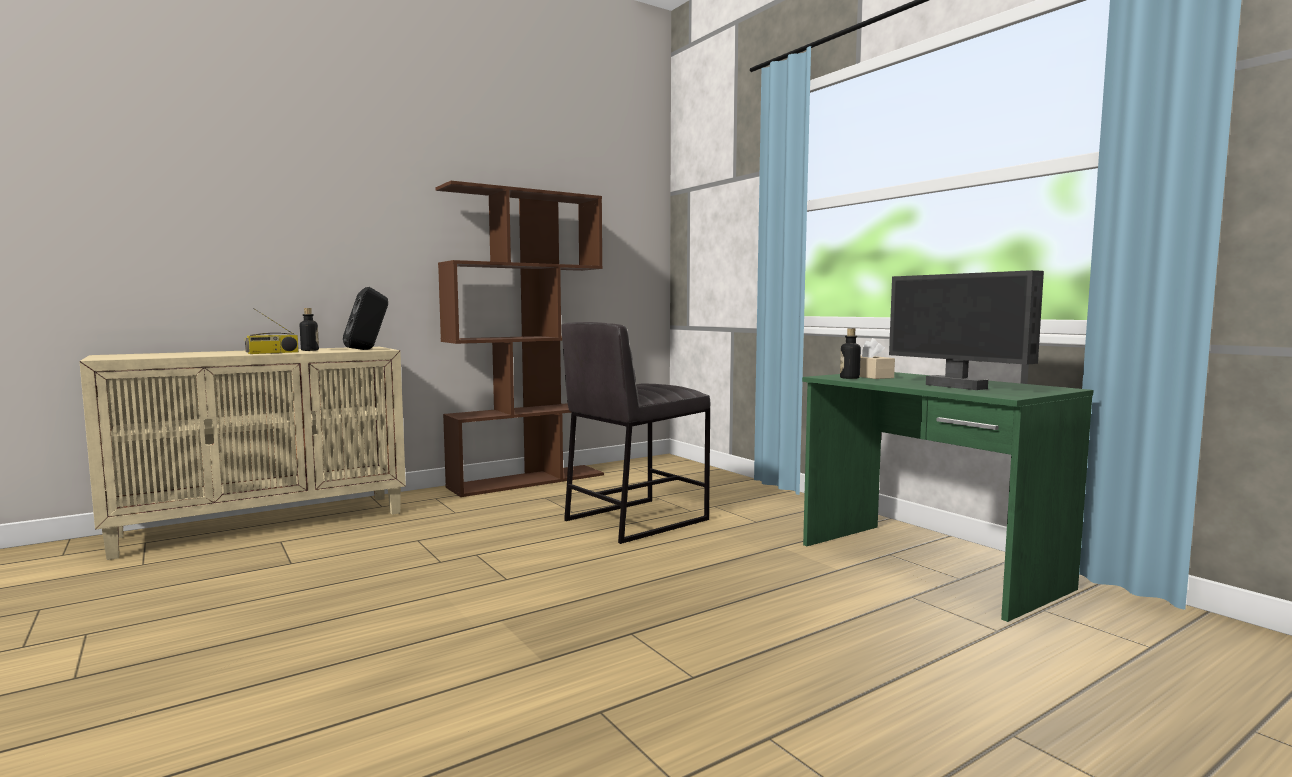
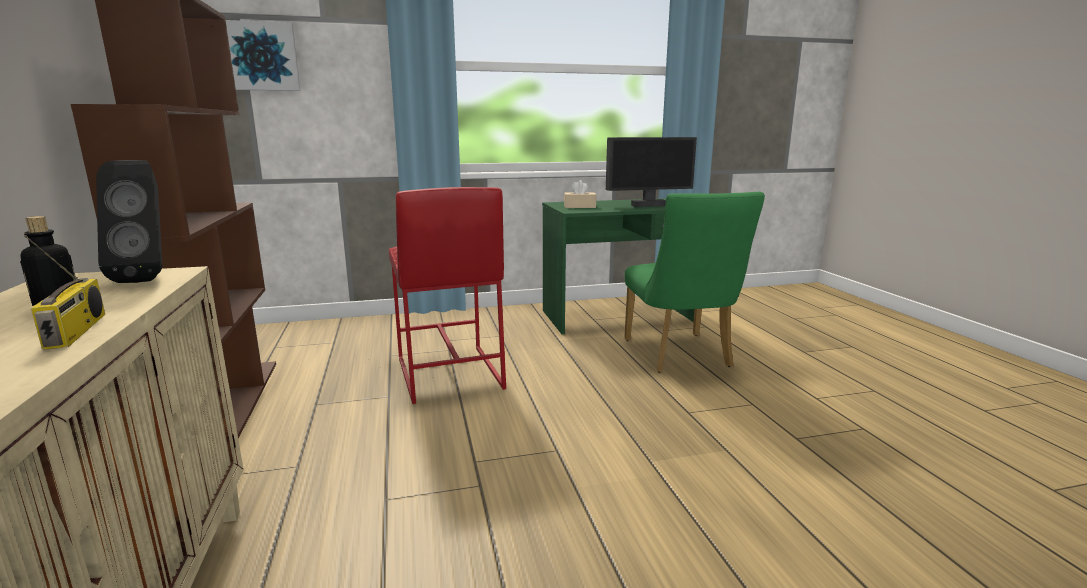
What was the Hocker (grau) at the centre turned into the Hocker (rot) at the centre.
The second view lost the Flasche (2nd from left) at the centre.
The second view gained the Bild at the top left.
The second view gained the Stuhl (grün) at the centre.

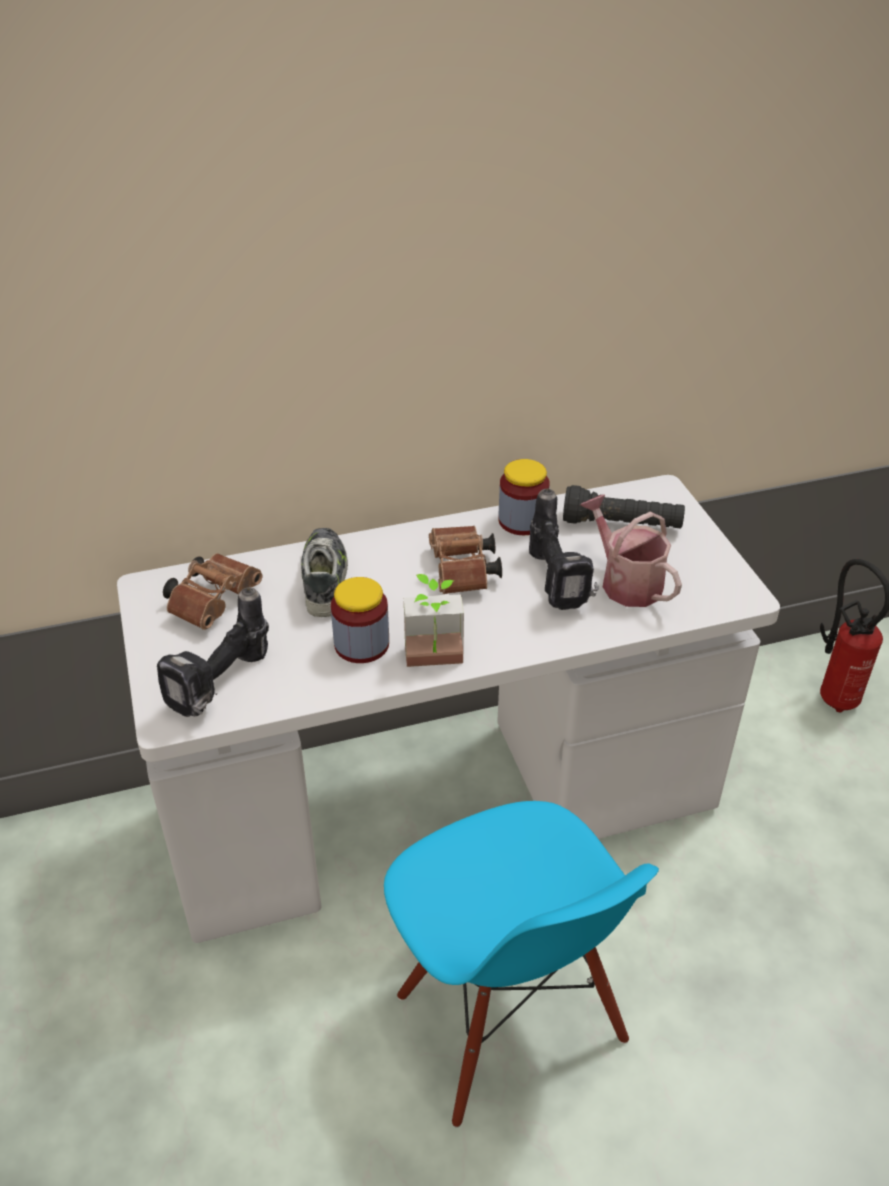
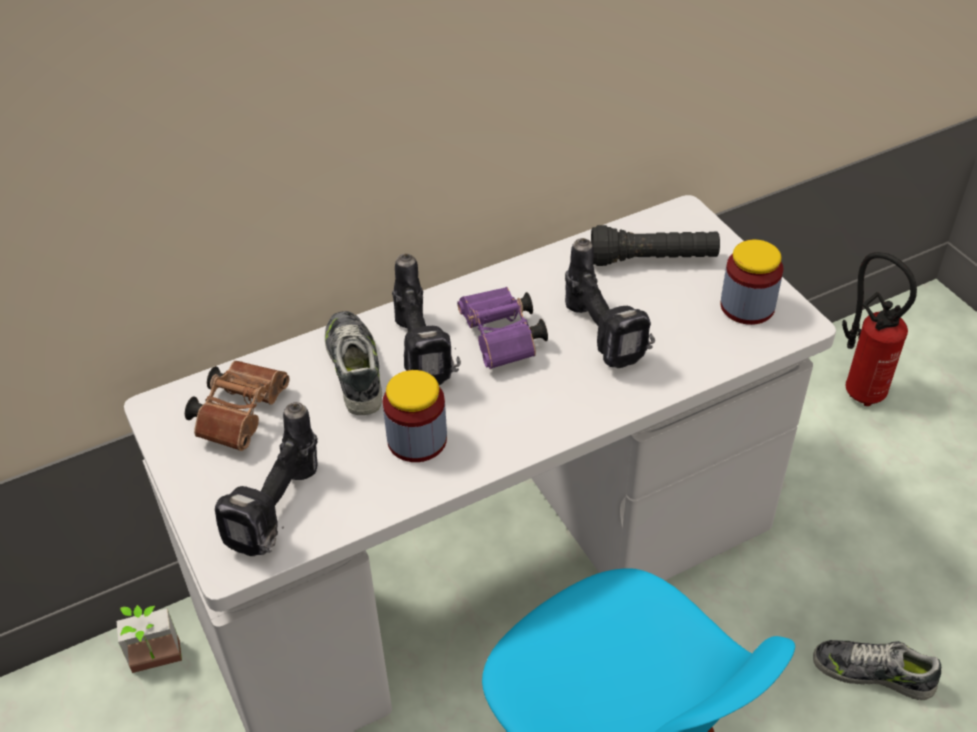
The Topfpflanze ended up elsewhere, having gone from the centre to the bottom left.
What was the Fernglas (braun) (2nd from left) at the centre turned into the Fernglas (lila) at the centre.
The Vorratsglas (2nd from left) ended up elsewhere, having gone from the centre to the middle right.
The second view lost the Gießkanne at the middle right.
The second view gained the Bohrmaschine (2nd from left) at the centre.
The second view gained the Schuh (2nd from left) at the bottom right.

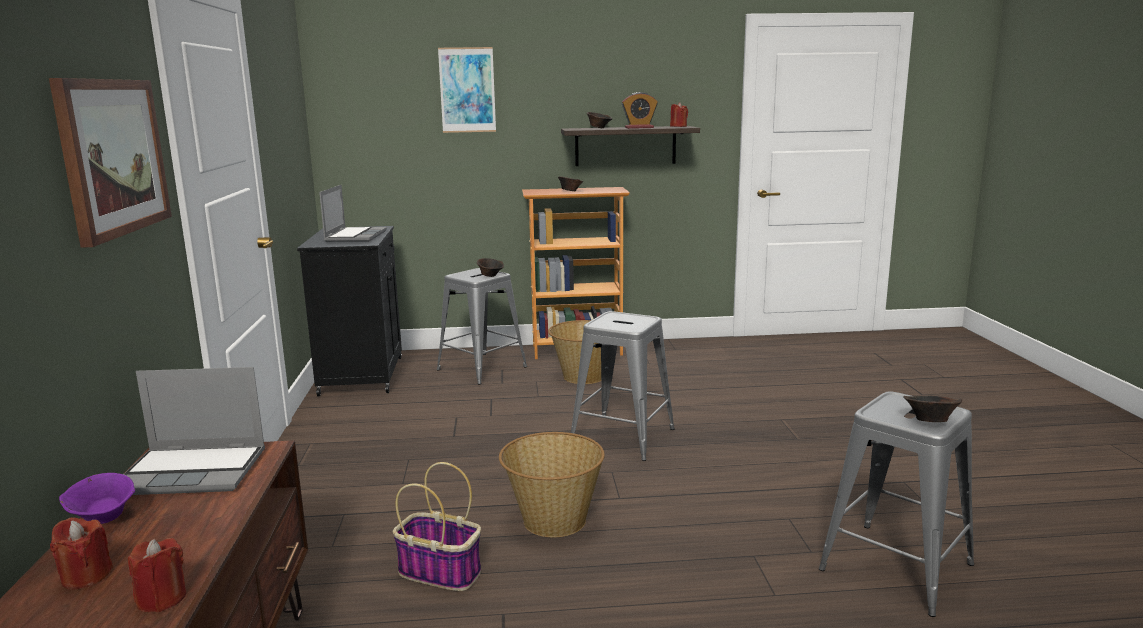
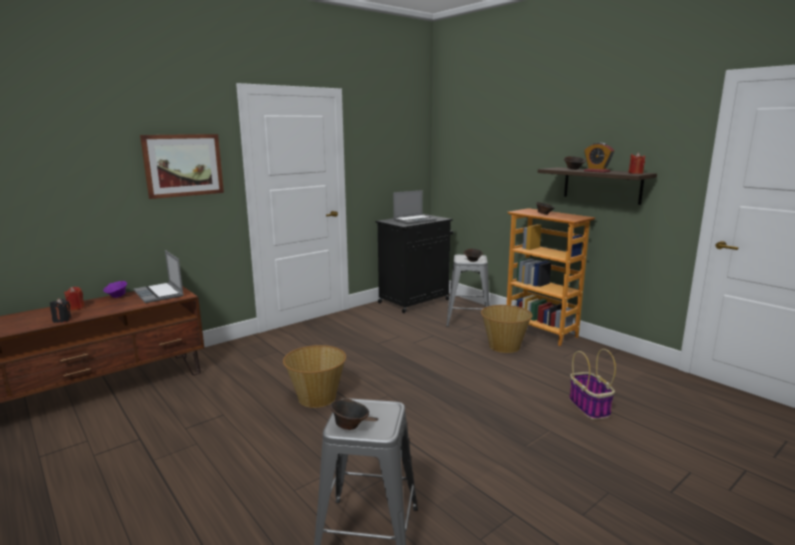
What was the Kerze (rot) (2nd from left) at the bottom left turned into the Kerze (schwarz) at the middle left.
The Korb (1st from left in the first image) ended up elsewhere, having gone from the bottom centre to the bottom right.
The second view lost the Bild (2nd from left) at the top centre.
The second view lost the Hocker (grau) (2nd from left) at the centre.

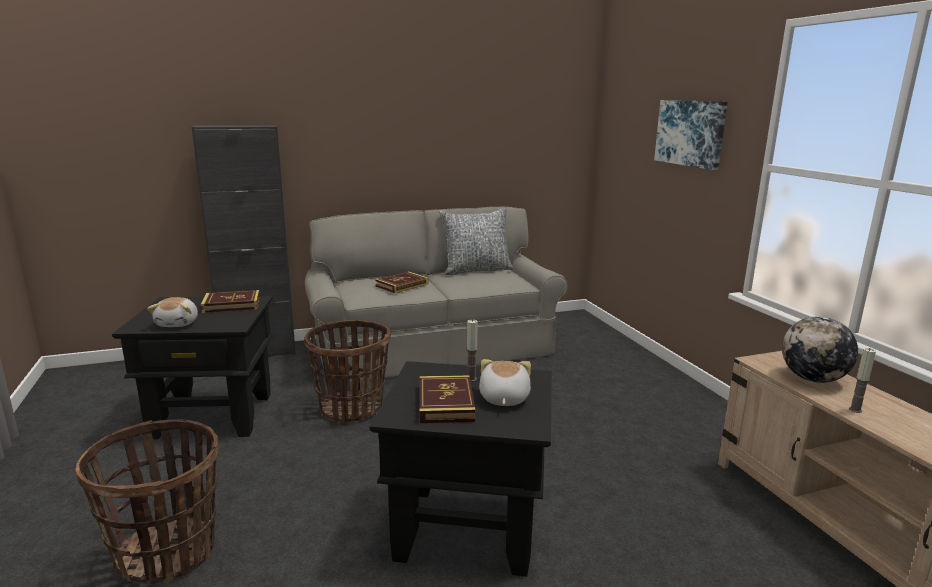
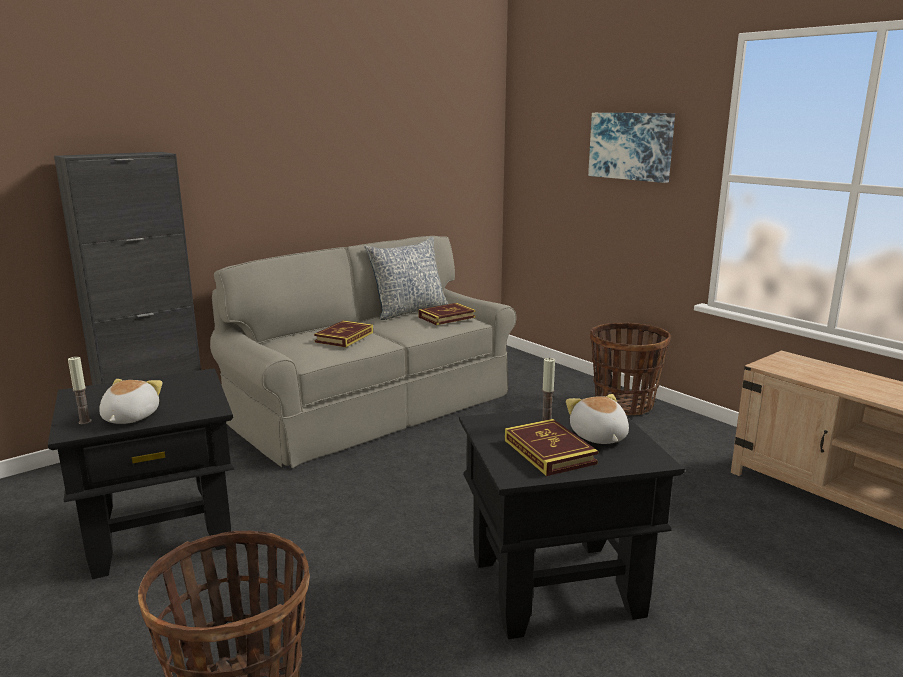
The Plüschtier (1st from left) at the middle left ended up facing another way, 150 degrees counterclockwise from before.
The Buch (1st from left in the first image) ended up elsewhere, having gone from the middle left to the centre.
The Korb (2nd from left) ended up elsewhere, having gone from the centre to the middle right.
The second view lost the Globus at the middle right.
The Kerze (2nd from left in the first image) ended up elsewhere, having gone from the middle right to the middle left.

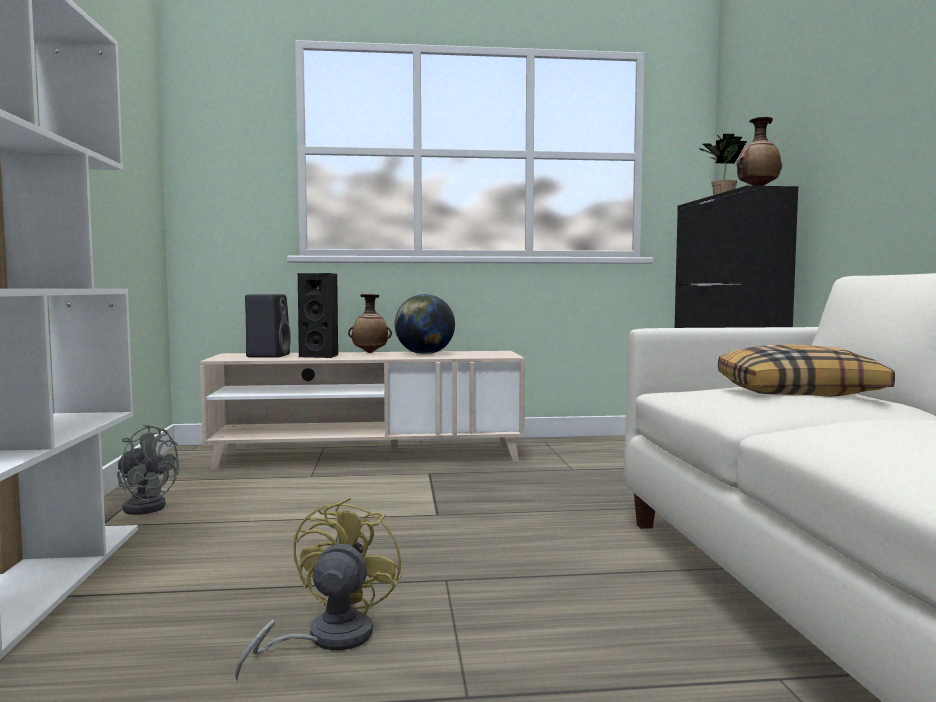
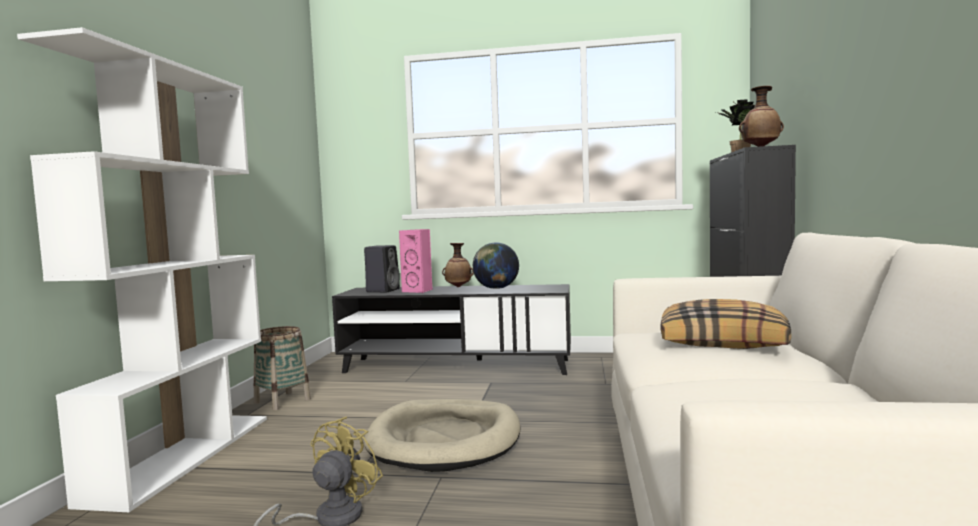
Where the Ventilator (grau) stood at the bottom left, the Korb came to stand at the bottom left.
What was the Fernsehschrank (beige) at the centre turned into the Fernsehschrank (schwarz) at the centre.
What was the Lautsprecher (schwarz) (2nd from left) at the centre turned into the Lautsprecher (rosa) at the centre.
The second view gained the Hundebett (beige) at the bottom centre.

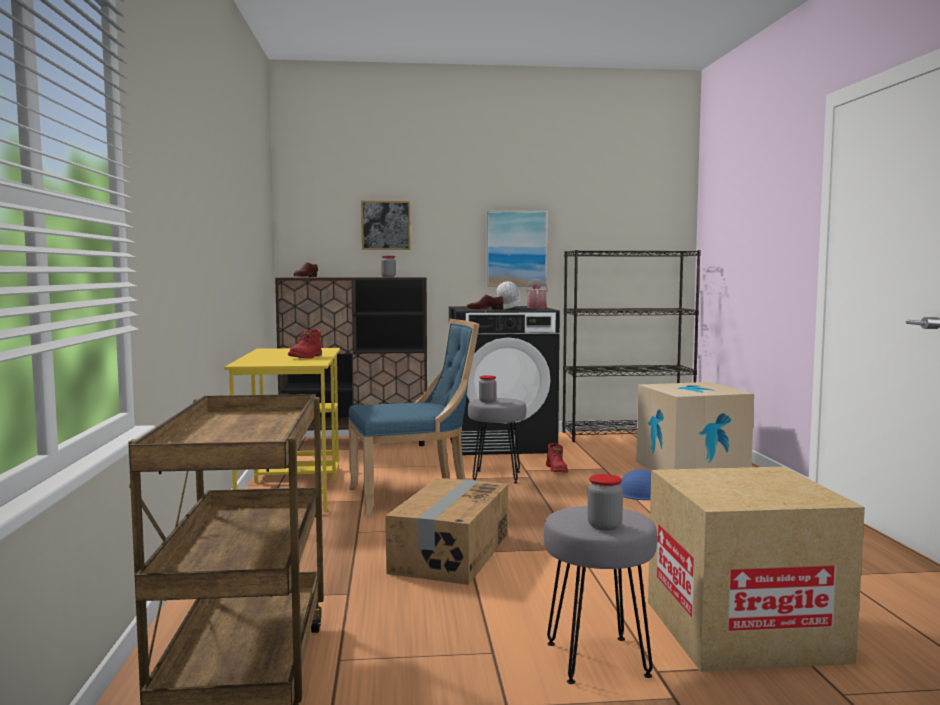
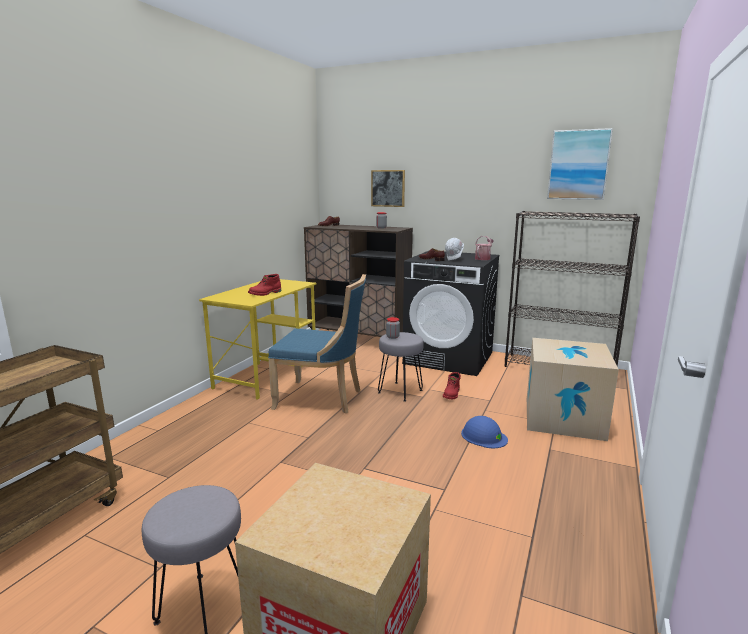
The second view lost the Karton (1st from left) at the bottom centre.
The Bild (2nd from left) ended up elsewhere, having gone from the centre to the top right.
The second view lost the Vorratsglas (3rd from left) at the bottom centre.

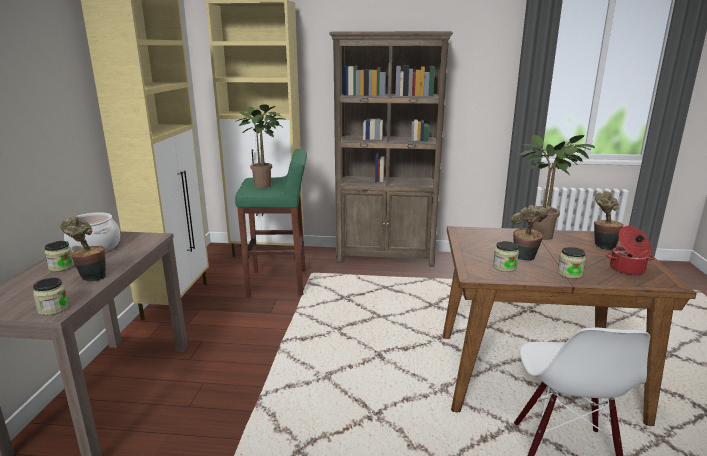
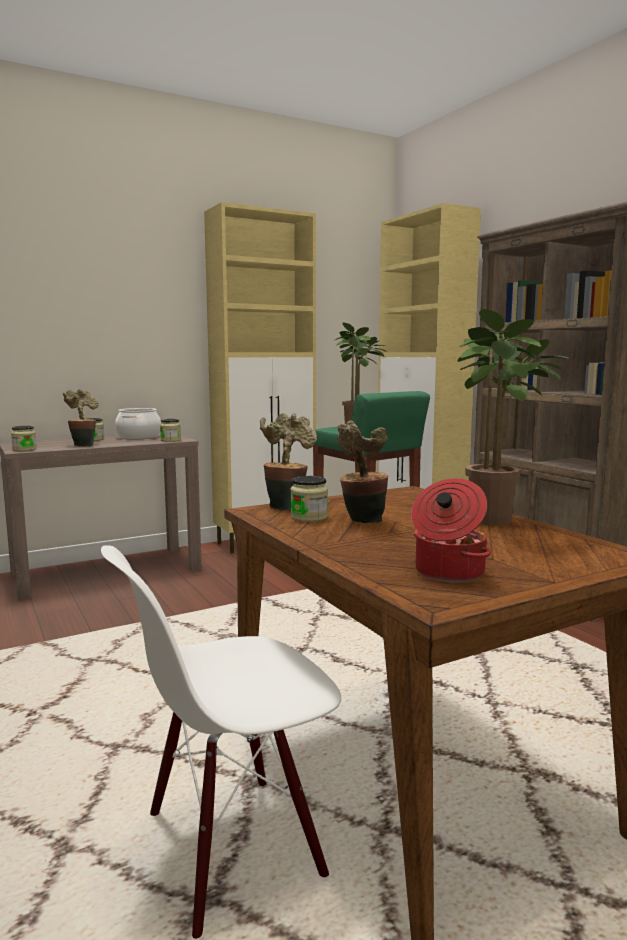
The Vorratsglas (4th from left in the first image) ended up elsewhere, having gone from the middle right to the middle left.
The Topfpflanze (5th from left in the first image) ended up elsewhere, having gone from the middle right to the centre.

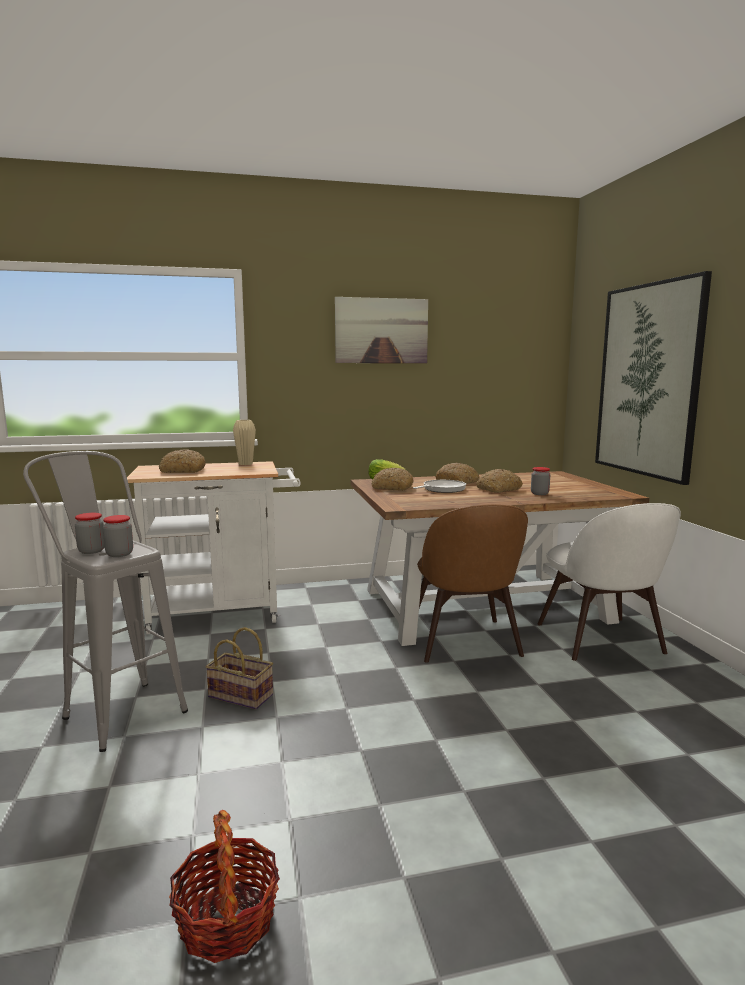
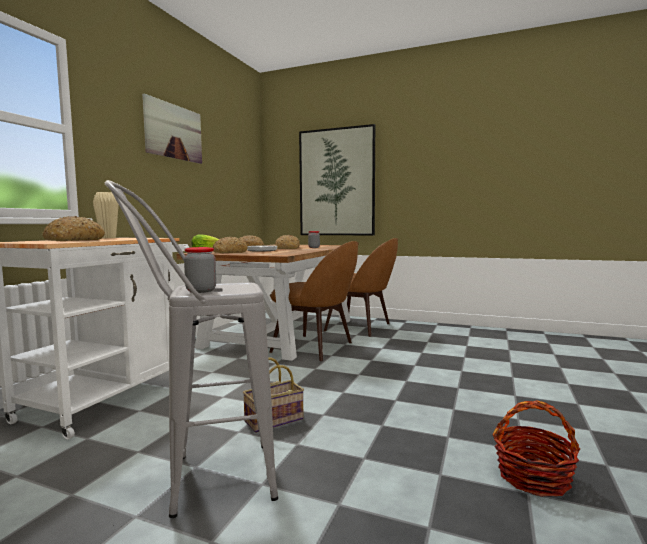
The second view lost the Vorratsglas (2nd from left) at the middle left.
What was the Stuhl (weiß) at the middle right turned into the Stuhl (braun) (2nd from left) at the centre.

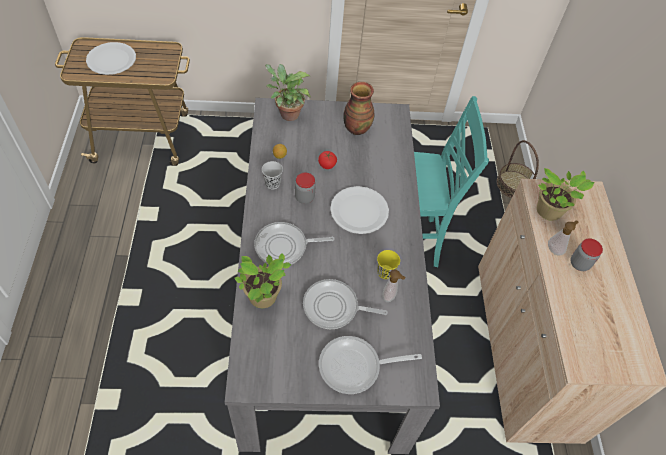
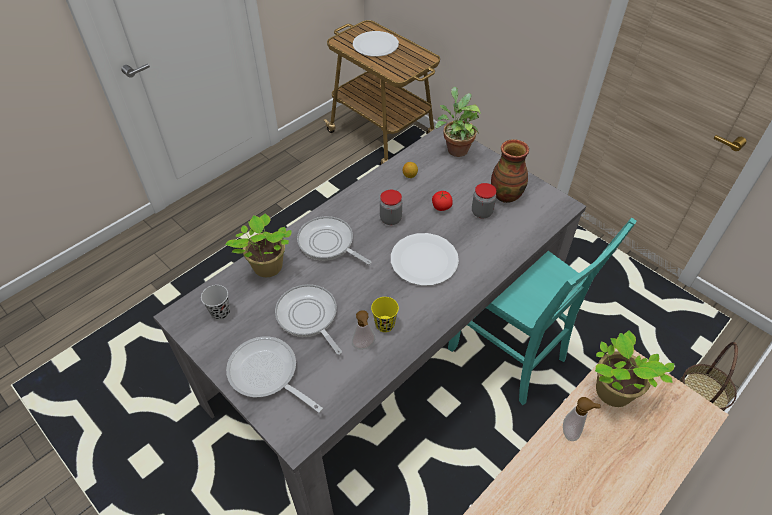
The Tasse (schwarz) ended up elsewhere, having gone from the centre to the middle left.
The Vorratsglas (2nd from left) ended up elsewhere, having gone from the middle right to the centre.

